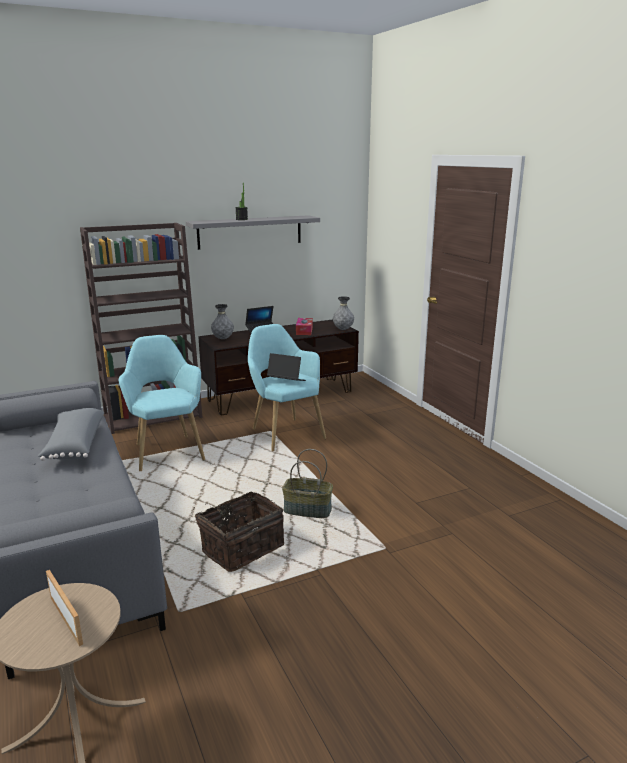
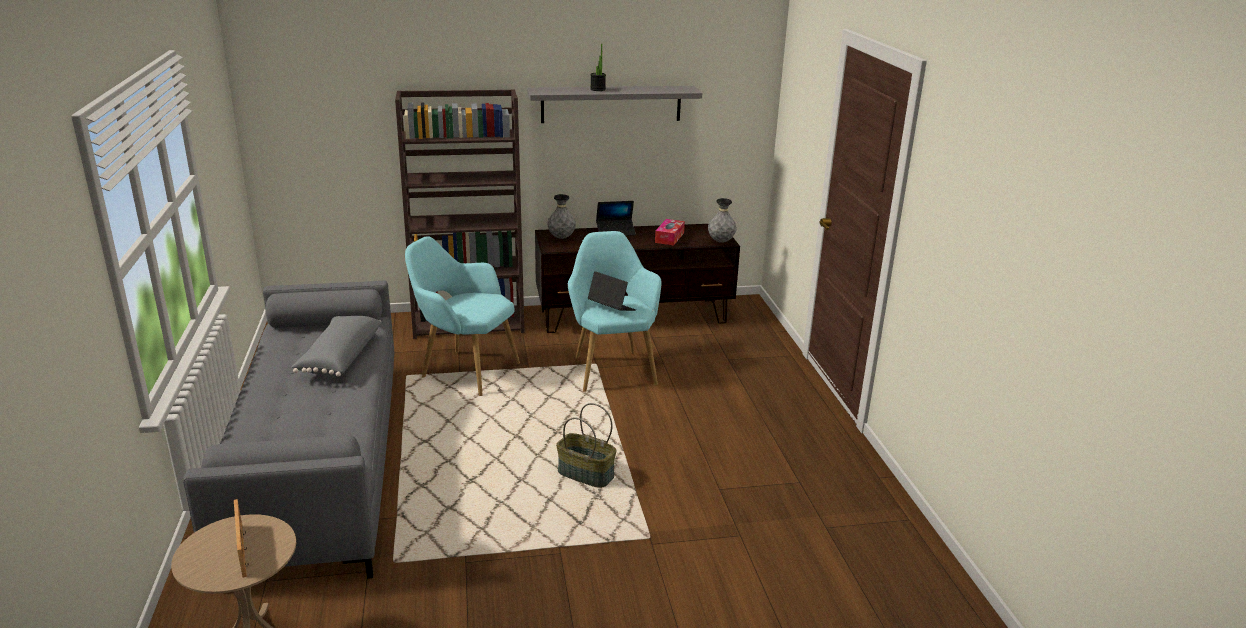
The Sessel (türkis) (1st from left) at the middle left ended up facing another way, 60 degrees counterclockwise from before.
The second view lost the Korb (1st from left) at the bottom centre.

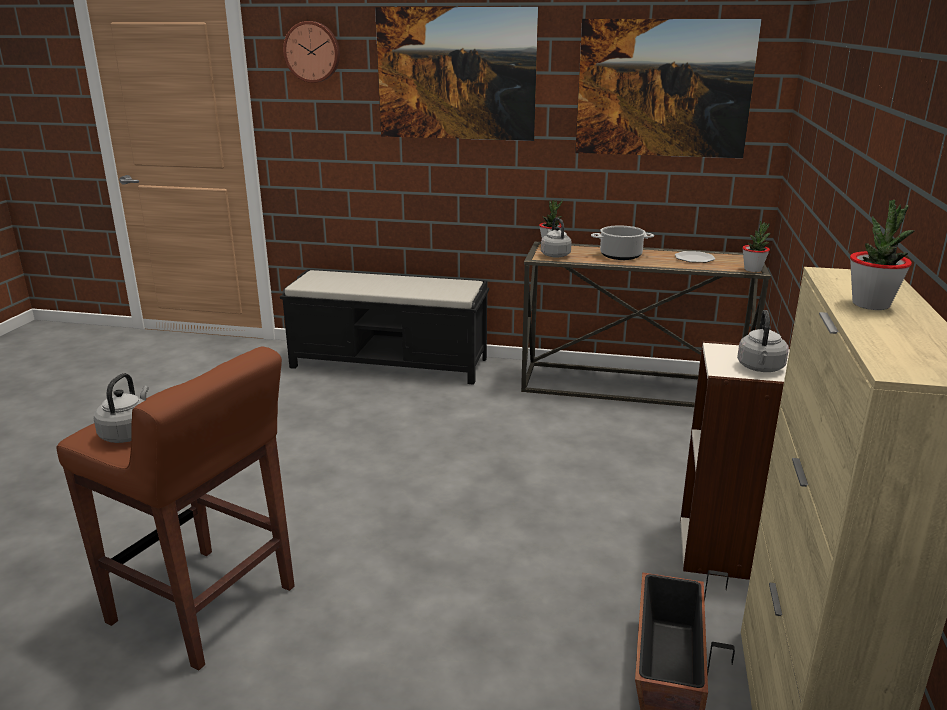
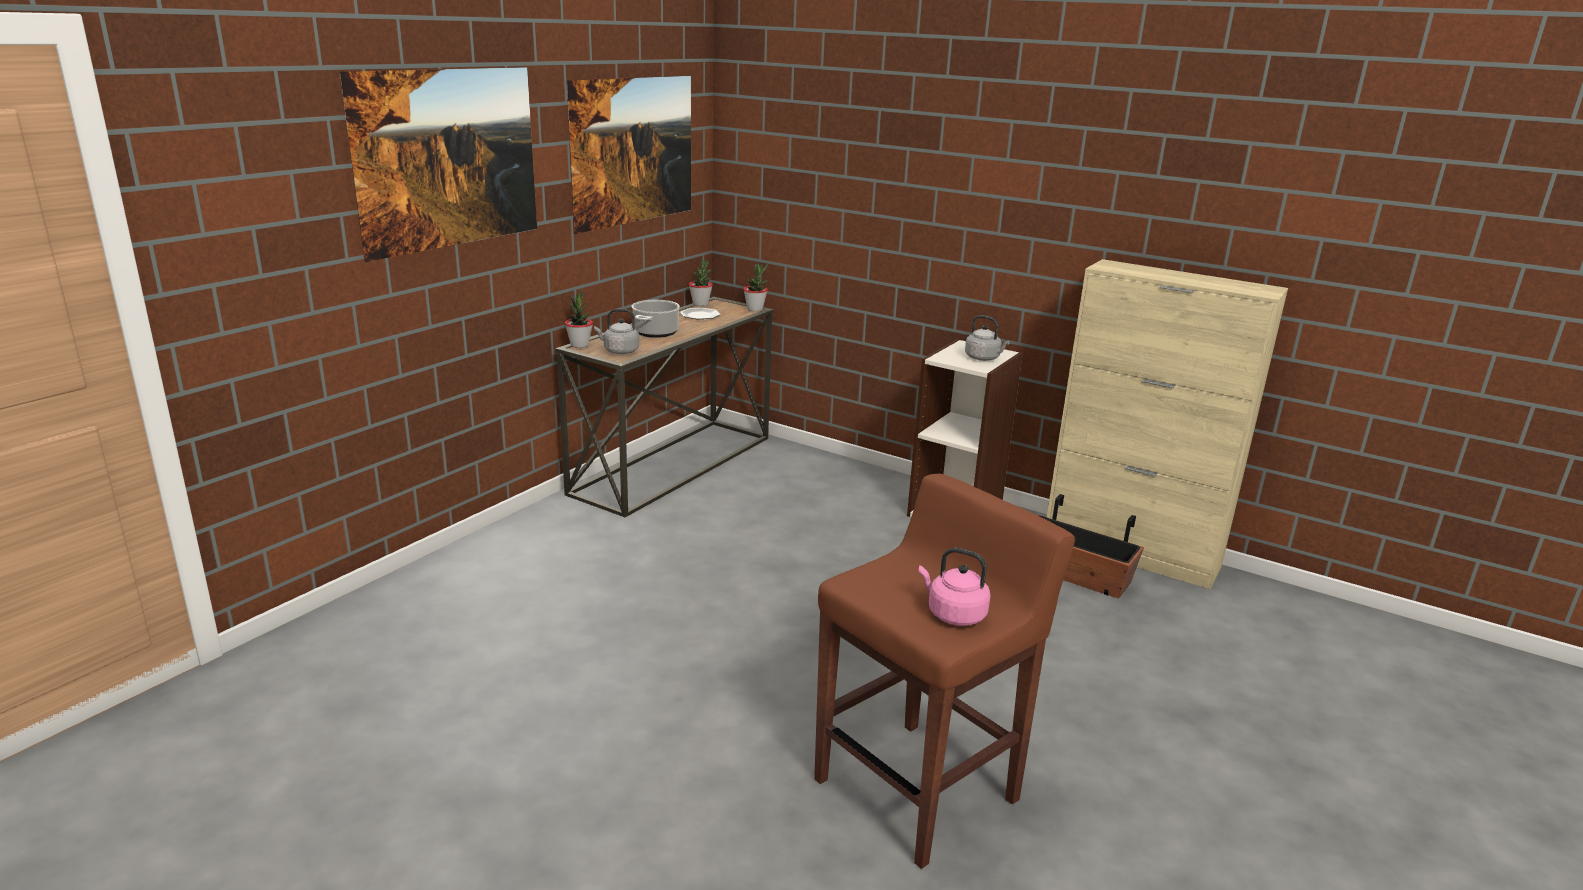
What was the Wasserkessel (grau) (1st from left) at the middle left turned into the Wasserkessel (rosa) at the centre.
The second view lost the Bank (schwarz) at the centre.
The second view lost the Wanduhr at the top left.
The Topfpflanze (3rd from left in the first image) ended up elsewhere, having gone from the middle right to the top centre.

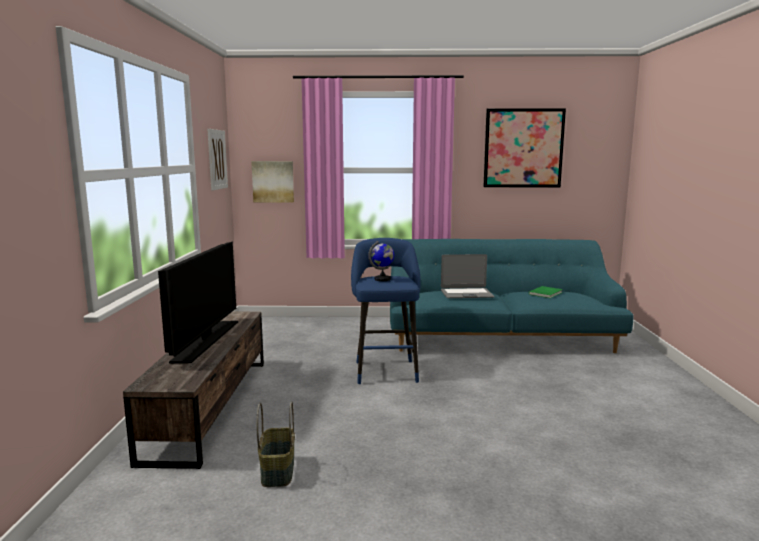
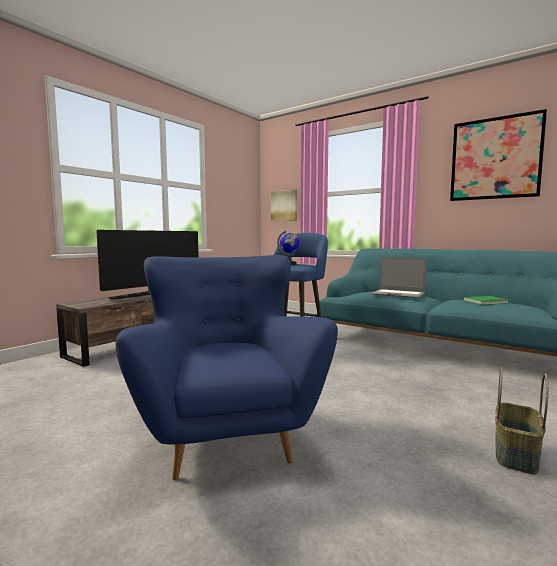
The second view lost the Bild (1st from left) at the top left.
The Korb ended up elsewhere, having gone from the bottom centre to the bottom right.
The second view gained the Sessel (blau) at the centre.

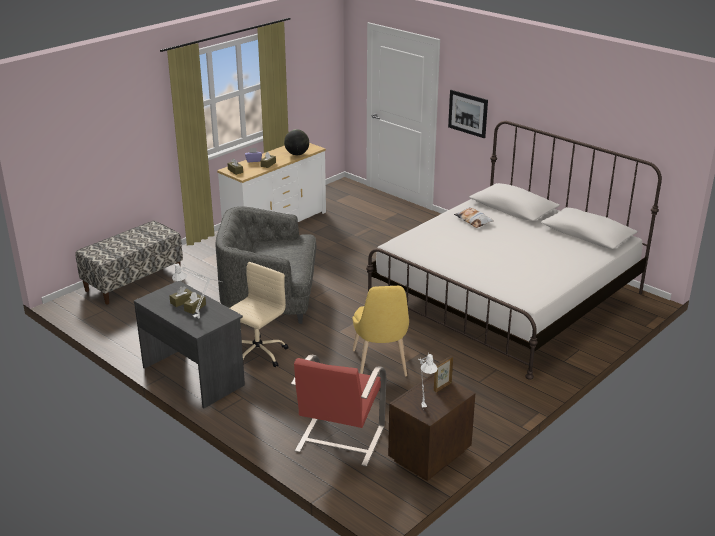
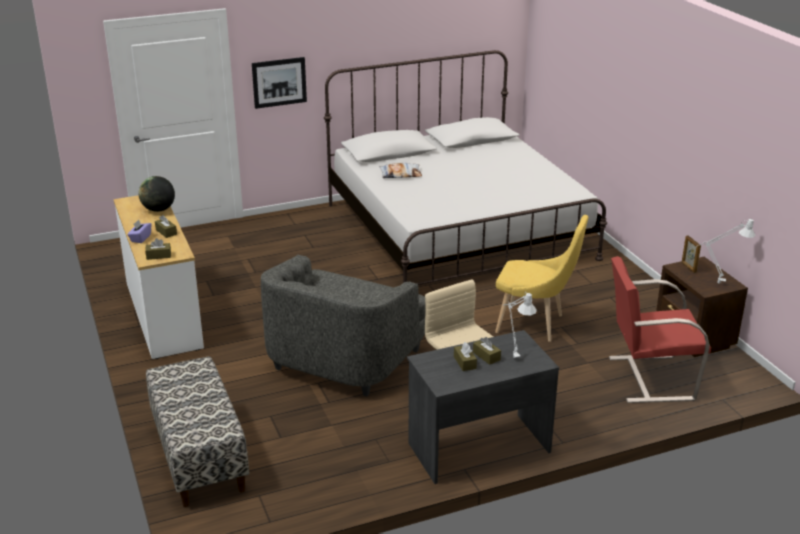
The Sessel (rot) at the bottom centre ended up facing another way, 135 degrees clockwise from before.

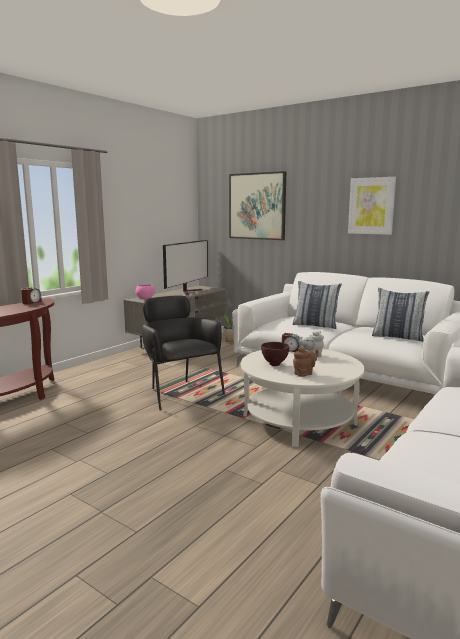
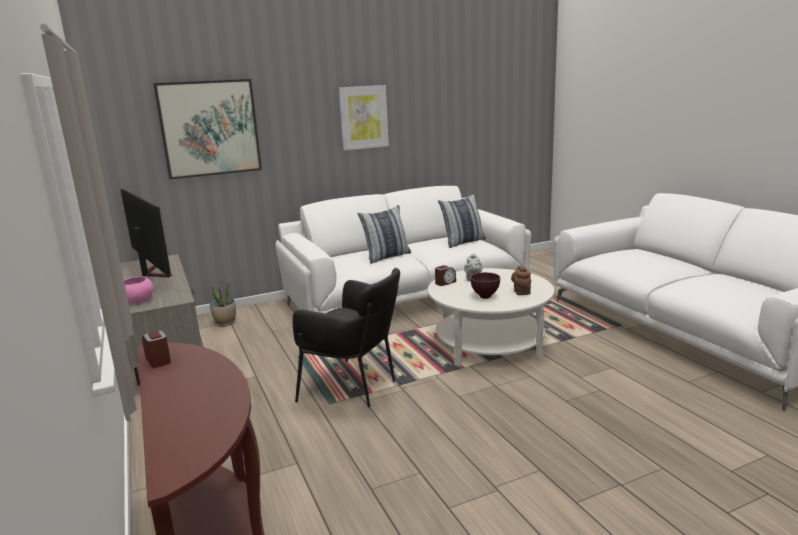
The Sessel (schwarz) at the centre ended up facing another way, 150 degrees counterclockwise from before.

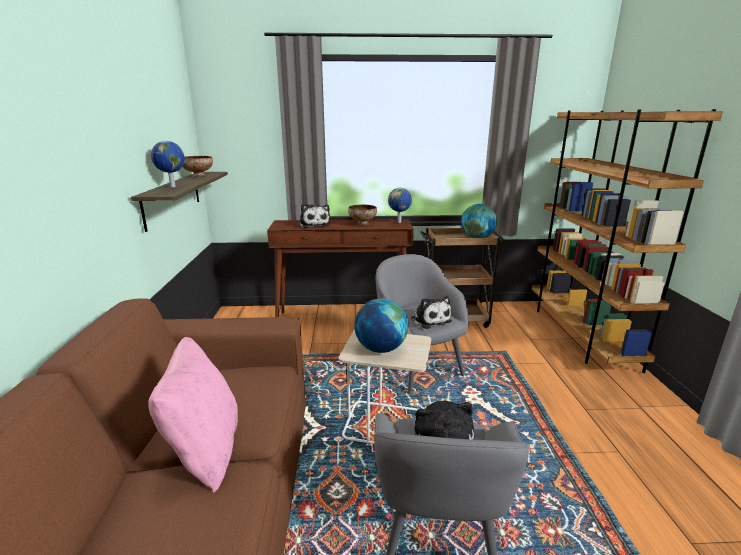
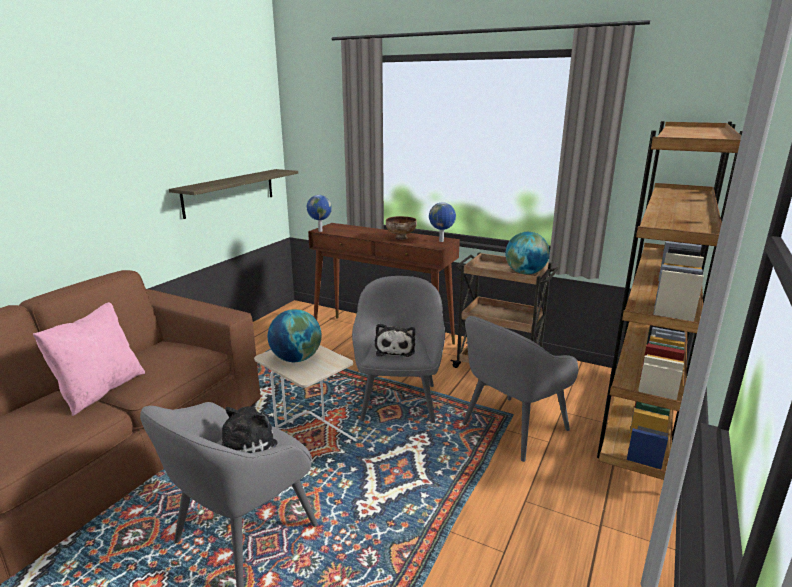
The Globus (1st from left in the first image) ended up elsewhere, having gone from the top left to the centre.
The second view lost the Schüssel (1st from left) at the top left.
The second view lost the Plüschtier (1st from left) at the centre.
The second view gained the Sessel (grau) (3rd from left) at the centre.

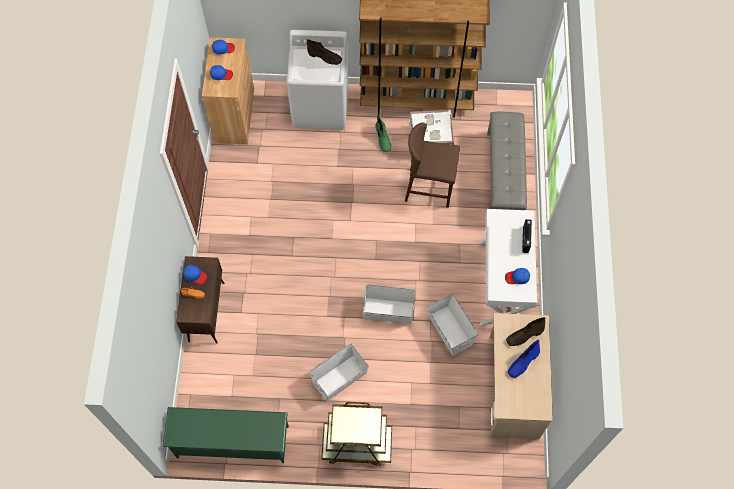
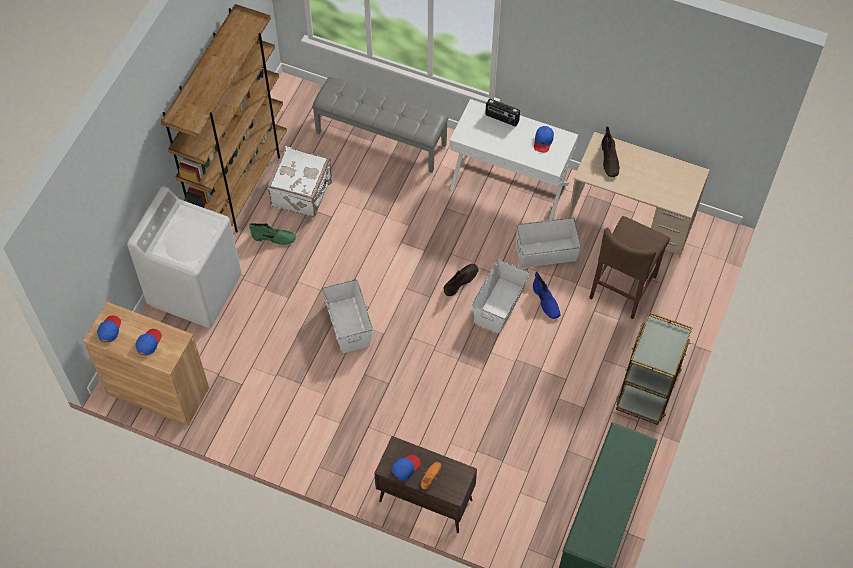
The Stiefel (braun) (1st from left) ended up elsewhere, having gone from the top centre to the centre.
The Aufbewahrungsbox (weiß) (1st from left) ended up elsewhere, having gone from the bottom centre to the centre.
The Hocker (braun) ended up elsewhere, having gone from the centre to the middle right.
The Stiefel (blau) ended up elsewhere, having gone from the bottom right to the centre.

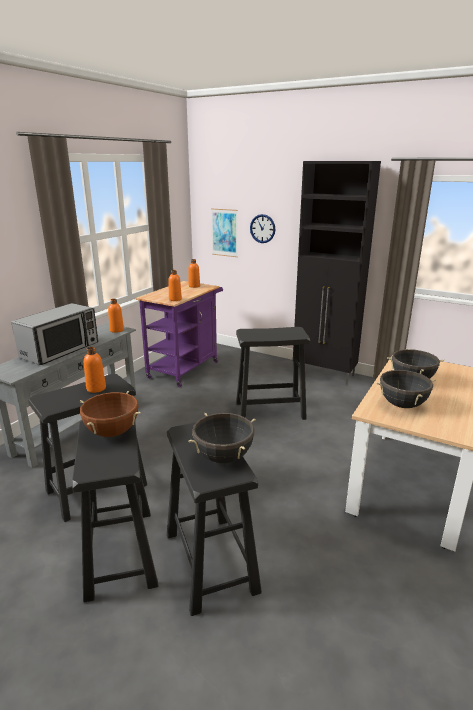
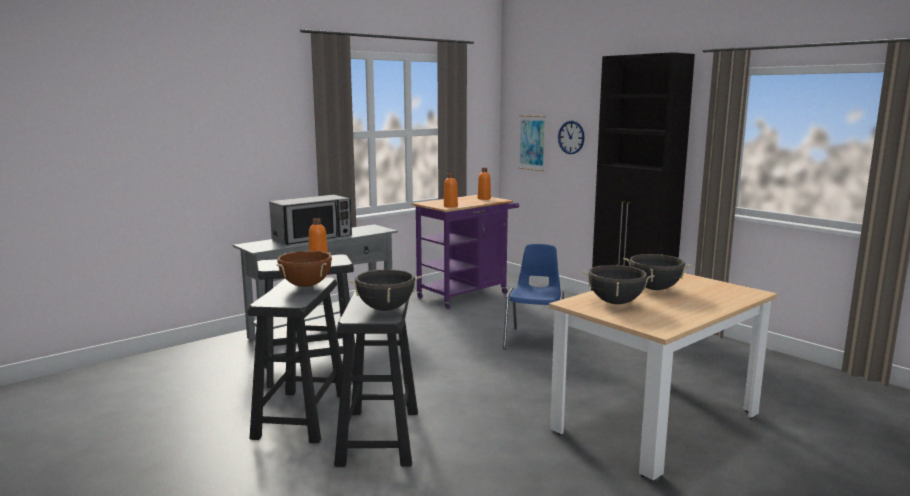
The second view lost the Flasche (orange) (2nd from left) at the middle left.
Where the Hocker (schwarz) (4th from left) stood at the centre, the Stuhl (blau) came to stand at the centre.

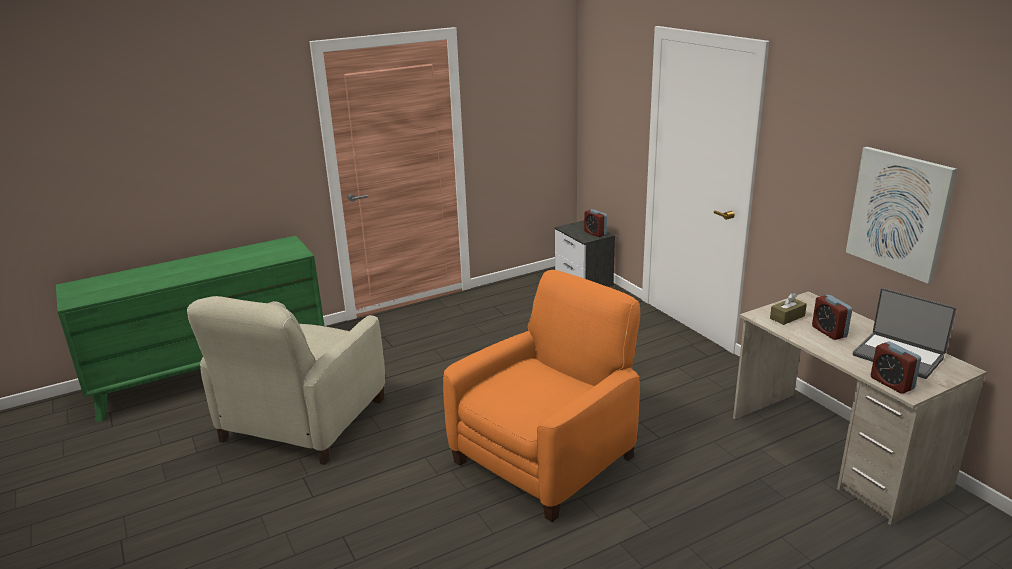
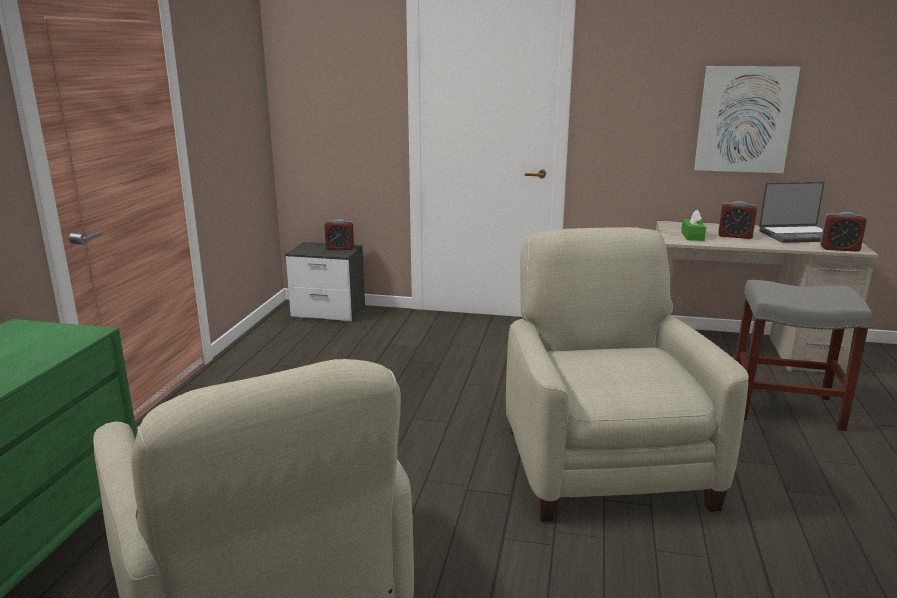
What was the Sessel (orange) at the bottom centre turned into the Sessel (beige) (2nd from left) at the middle right.
What was the Taschentuchbox (braun) at the middle right turned into the Taschentuchbox (grün) at the middle right.
The second view gained the Hocker (grau) at the middle right.

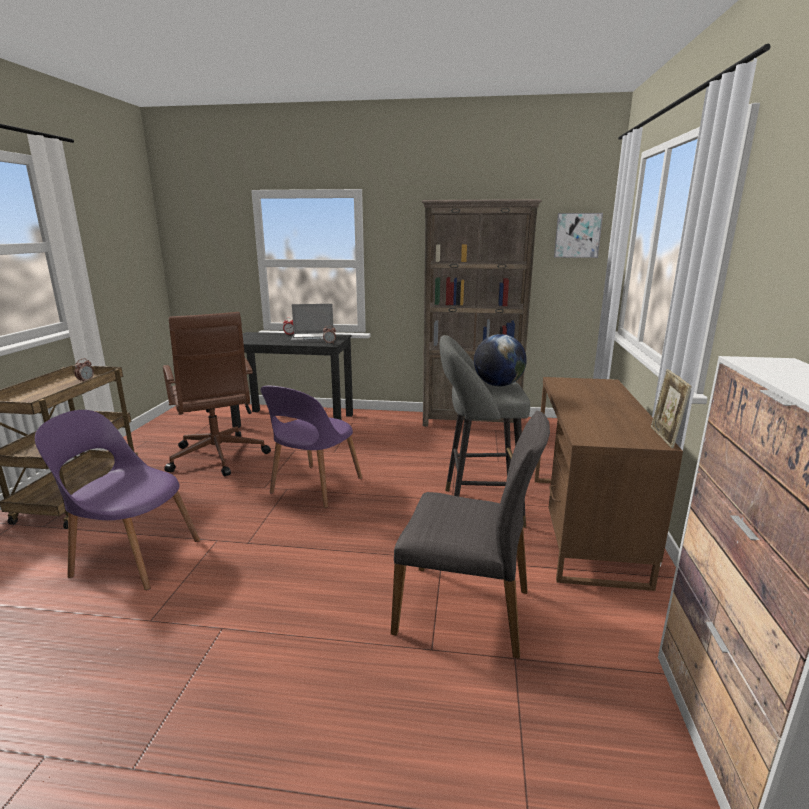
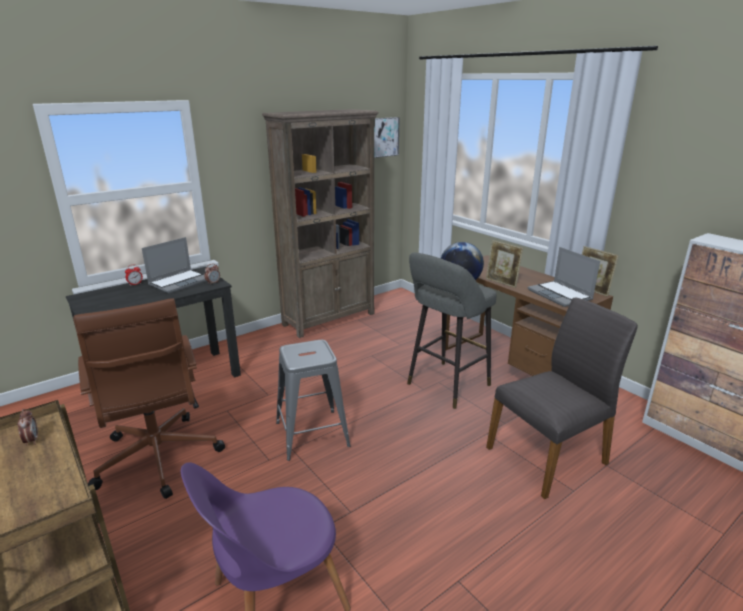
The Bürostuhl (braun) at the middle left ended up facing another way, 45 degrees clockwise from before.
Where the Stuhl (lila) (2nd from left) stood at the centre, the Hocker (grau) (1st from left) came to stand at the centre.
The second view gained the Bilderrahmen (1st from left) at the middle right.
The second view gained the Laptop (2nd from left) at the middle right.

